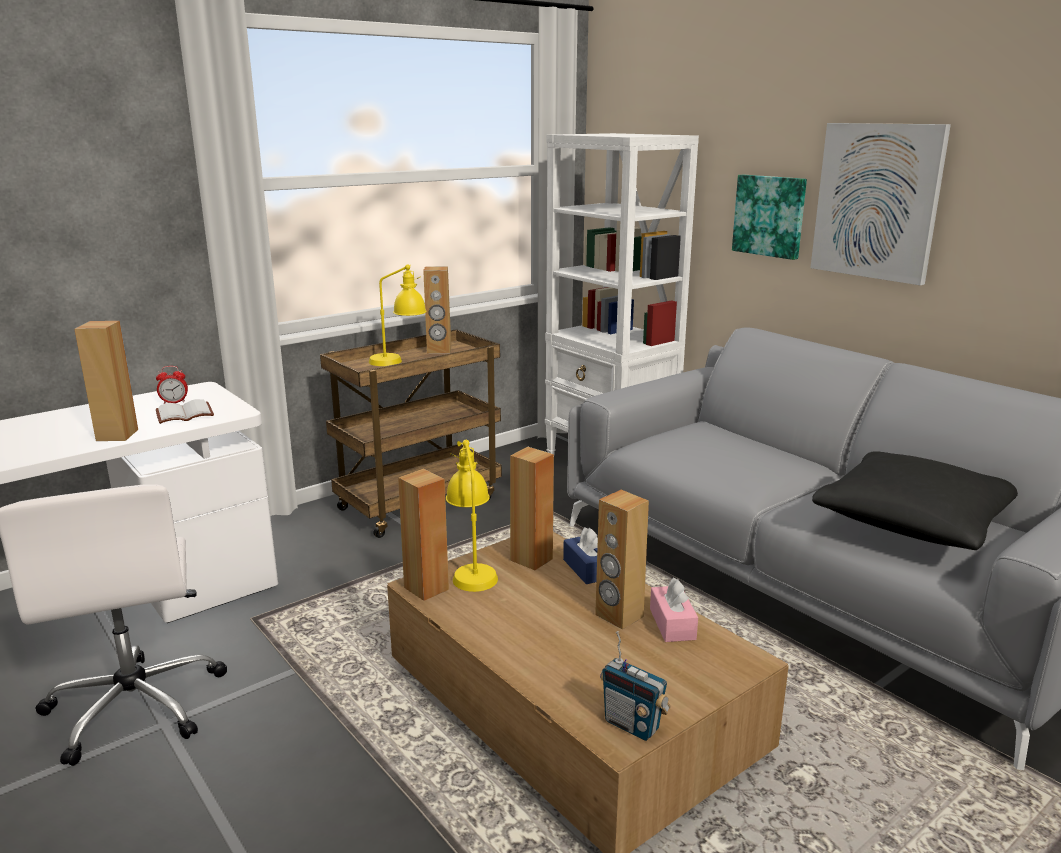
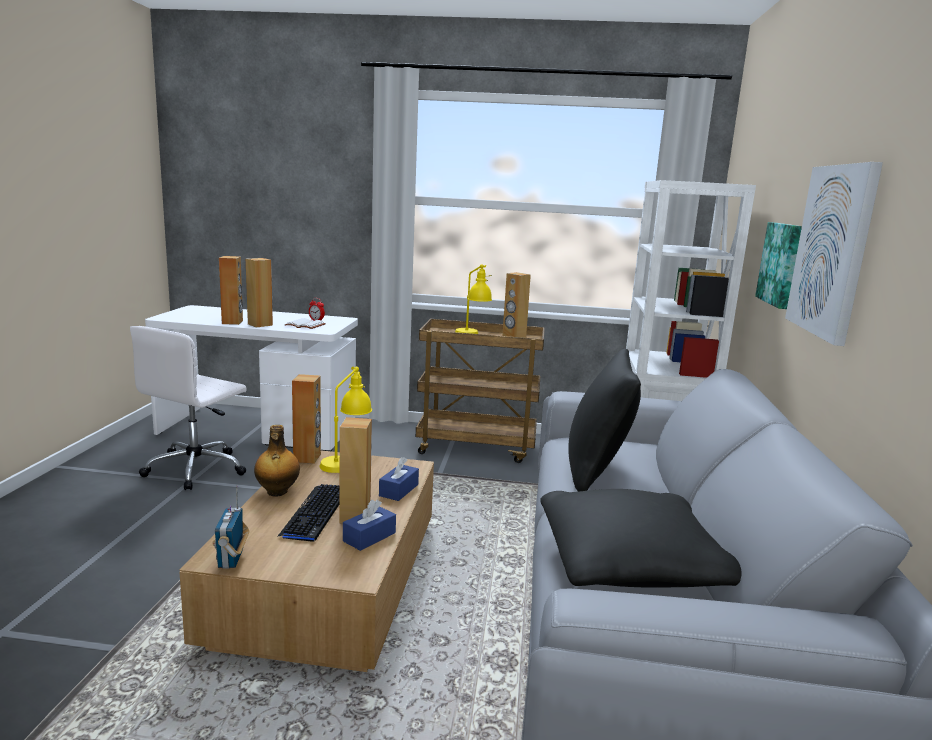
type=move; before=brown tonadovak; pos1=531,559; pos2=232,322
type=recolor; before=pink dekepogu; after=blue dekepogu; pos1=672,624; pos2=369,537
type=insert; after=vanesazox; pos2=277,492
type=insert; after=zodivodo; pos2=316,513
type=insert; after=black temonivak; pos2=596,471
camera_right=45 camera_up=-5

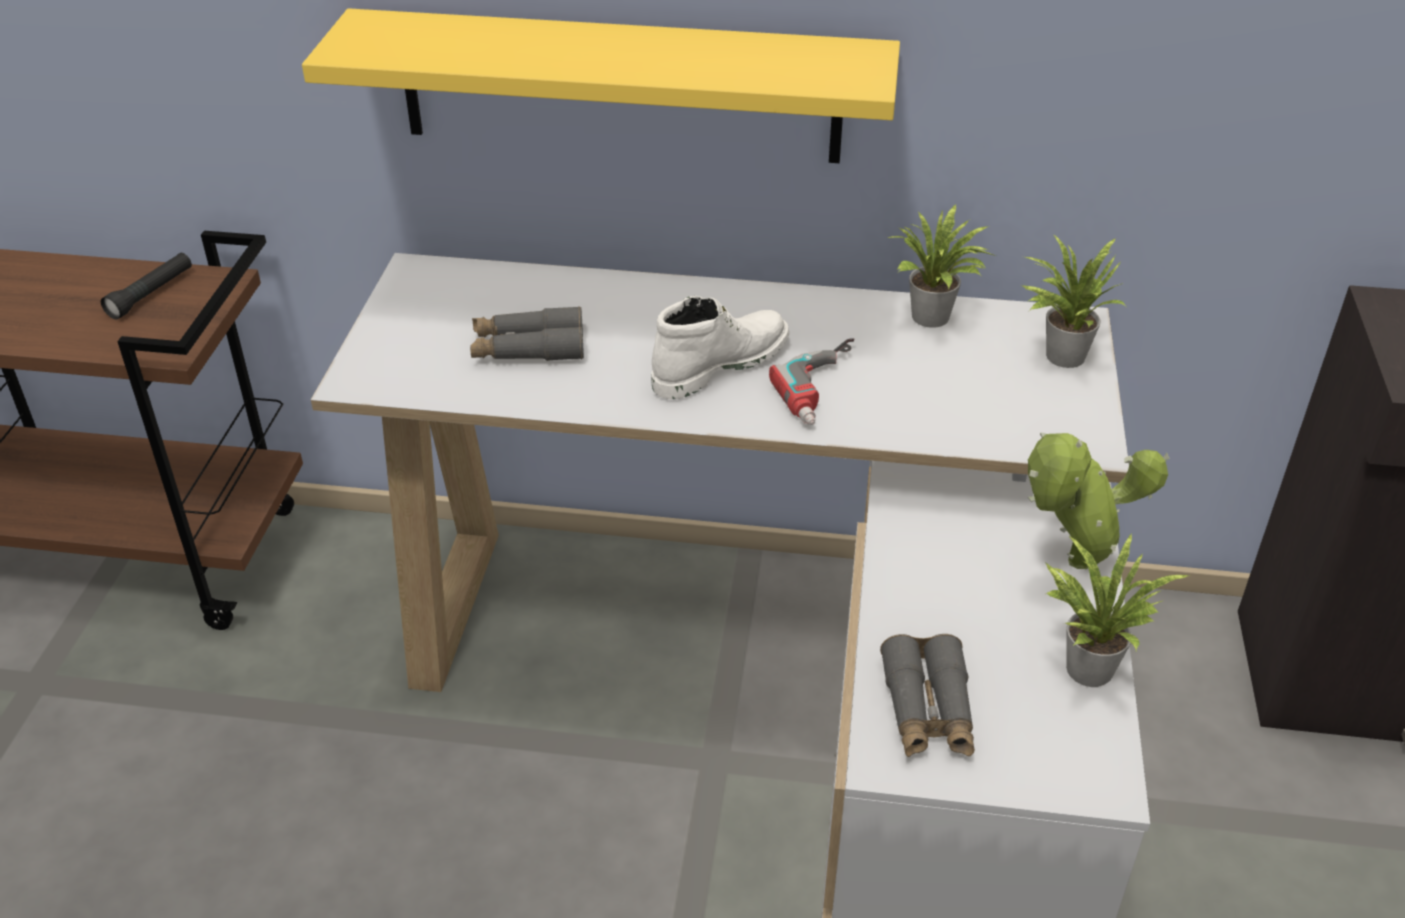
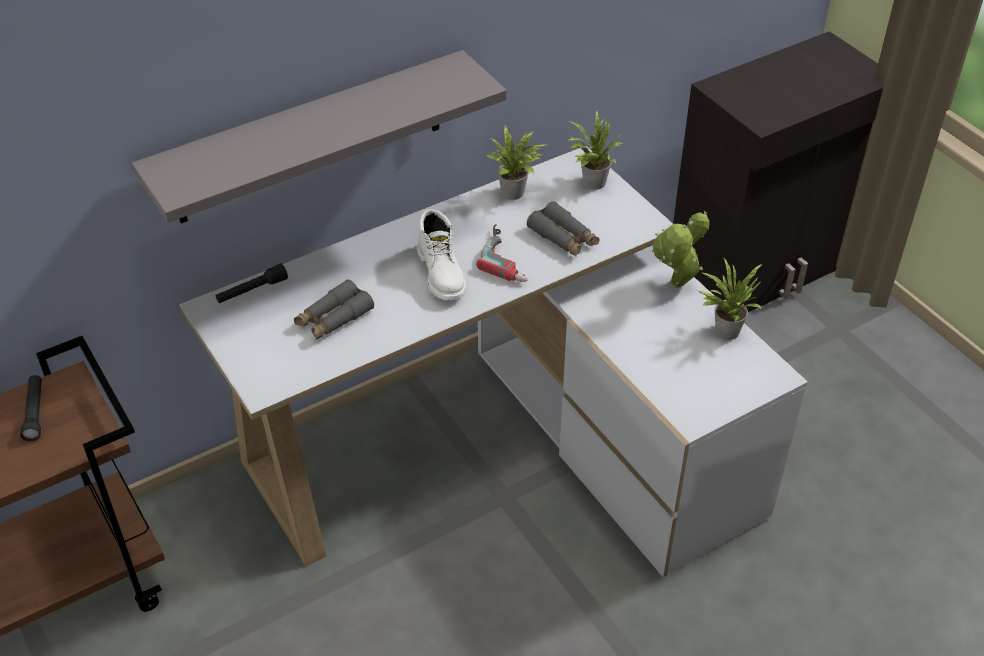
type=recolor; before=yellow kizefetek; after=grey kizefetek; pos1=620,86; pos2=310,138
type=rotate; before=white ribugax; pos1=719,364; pos2=442,273; turn=150
type=move; before=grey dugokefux; pos1=928,710; pos2=563,238
type=insert; after=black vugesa; pos2=252,291
camera_right=-40 camera_up=5

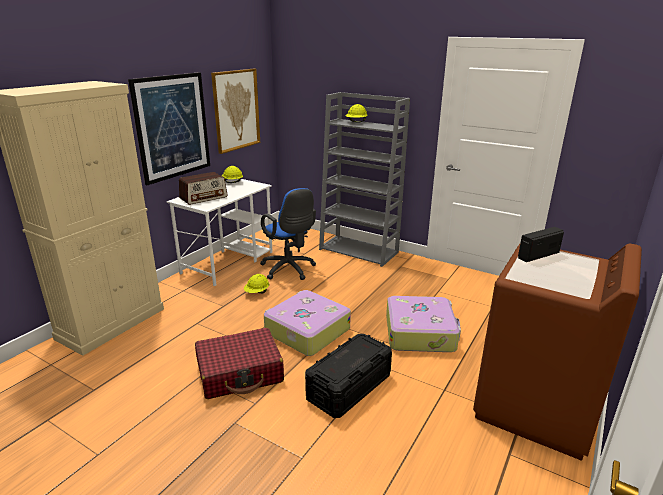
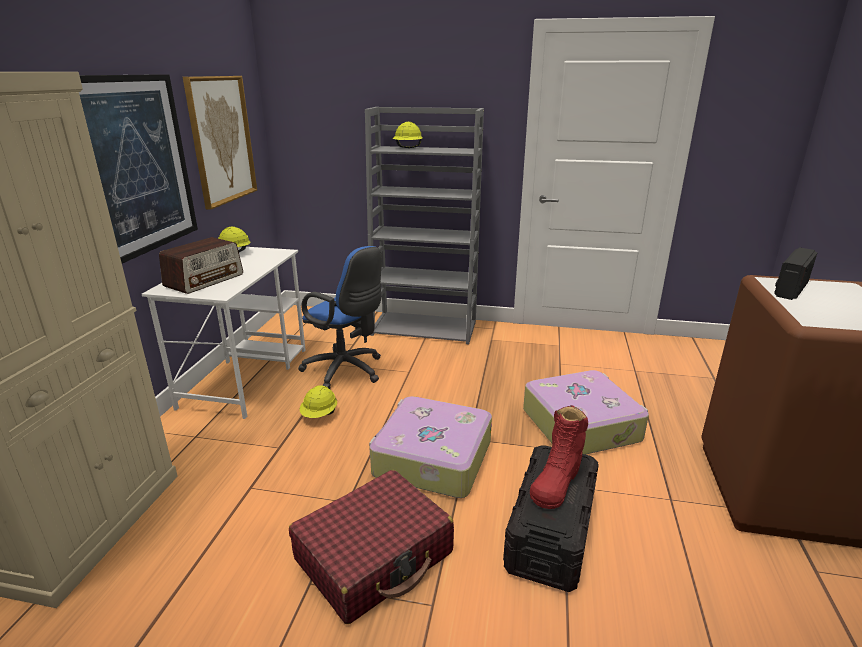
type=insert; after=red ribugax; pos2=556,480
camera_right=-20 camera_up=0

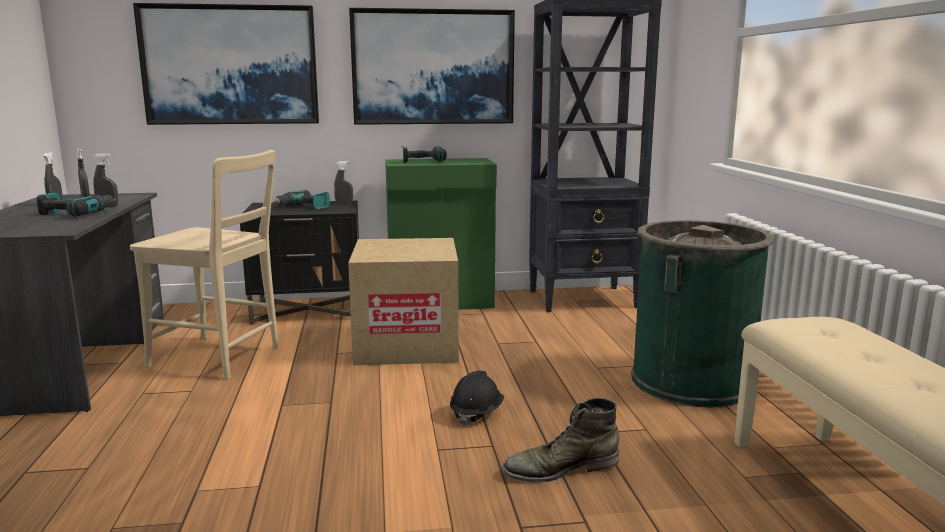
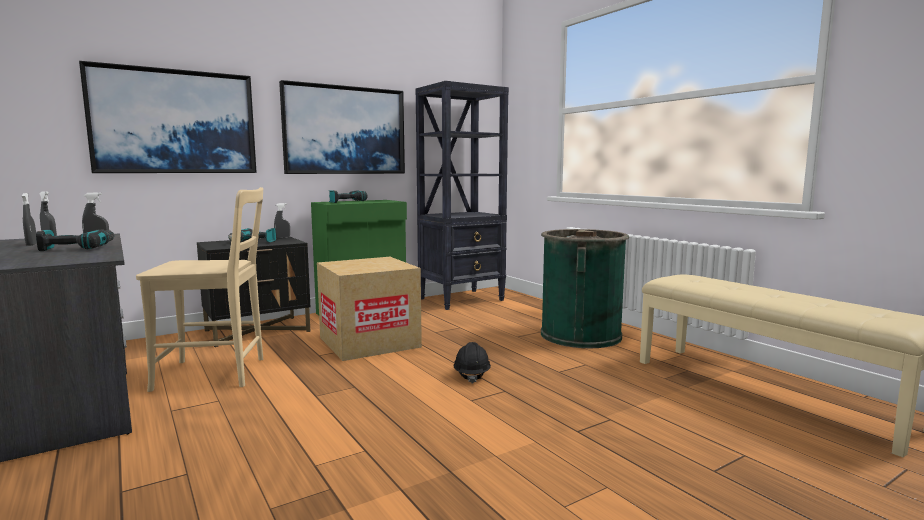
type=delete; before=green ribugax; pos1=560,468
camera_right=-25 camera_up=-5

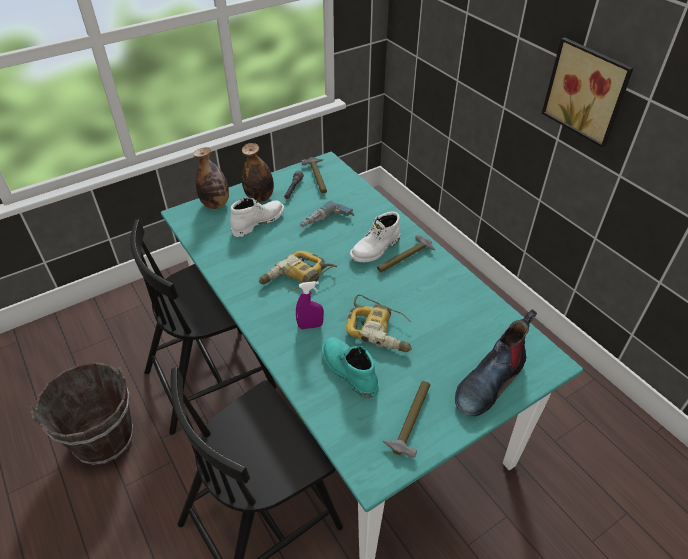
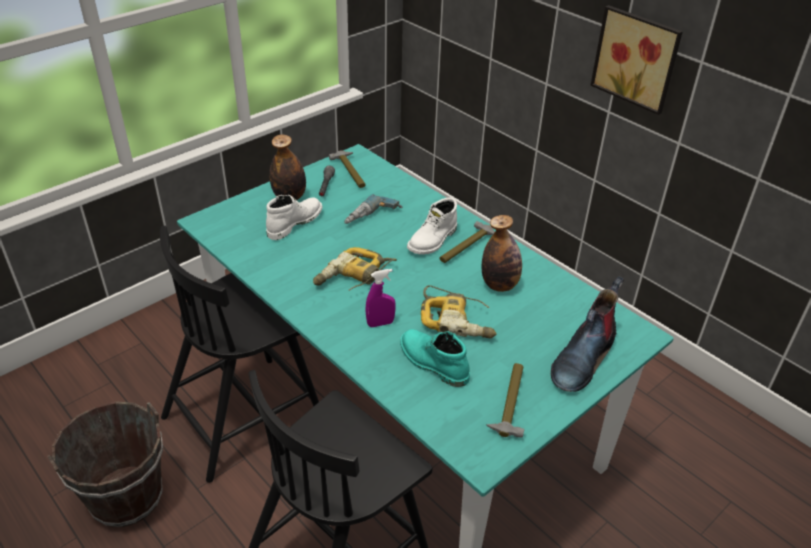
type=move; before=vanesazox; pos1=216,204; pos2=499,285
camera_right=-10 camera_up=-5

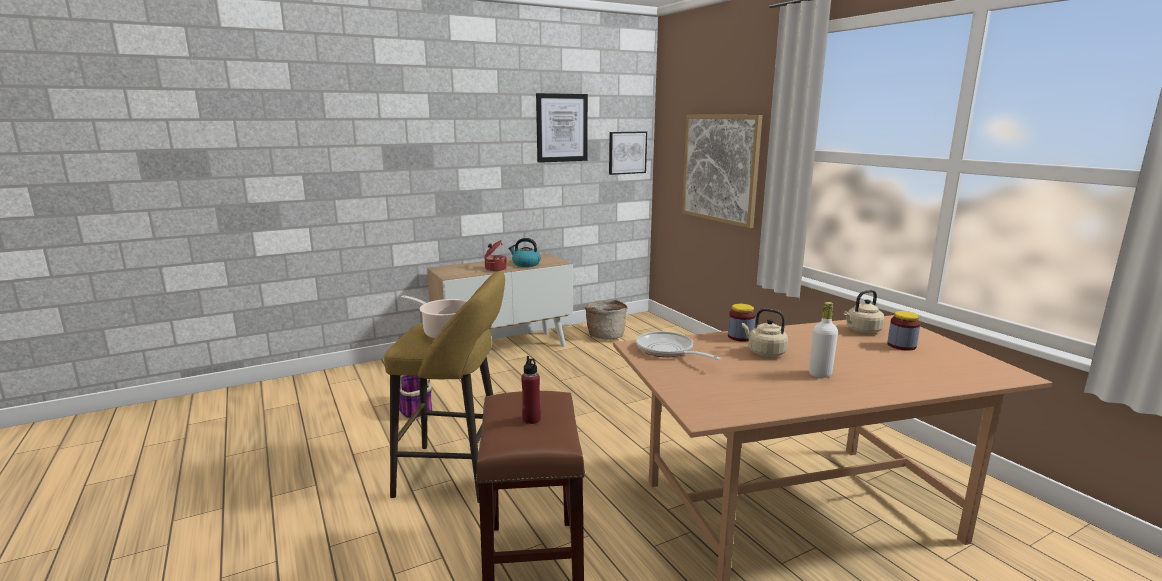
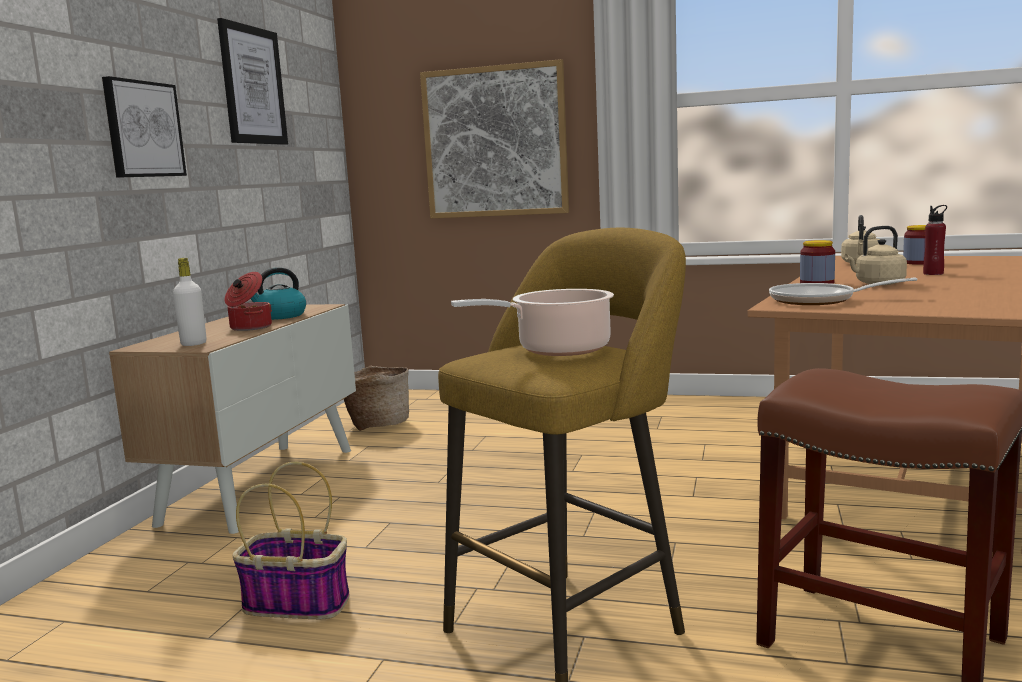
type=move; before=red vanesazox; pos1=531,419; pos2=933,273
type=move; before=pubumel; pos1=627,152; pos2=143,129
type=move; before=white vanesazox; pos1=820,374; pos2=193,344
camera_right=-45 camera_up=-5

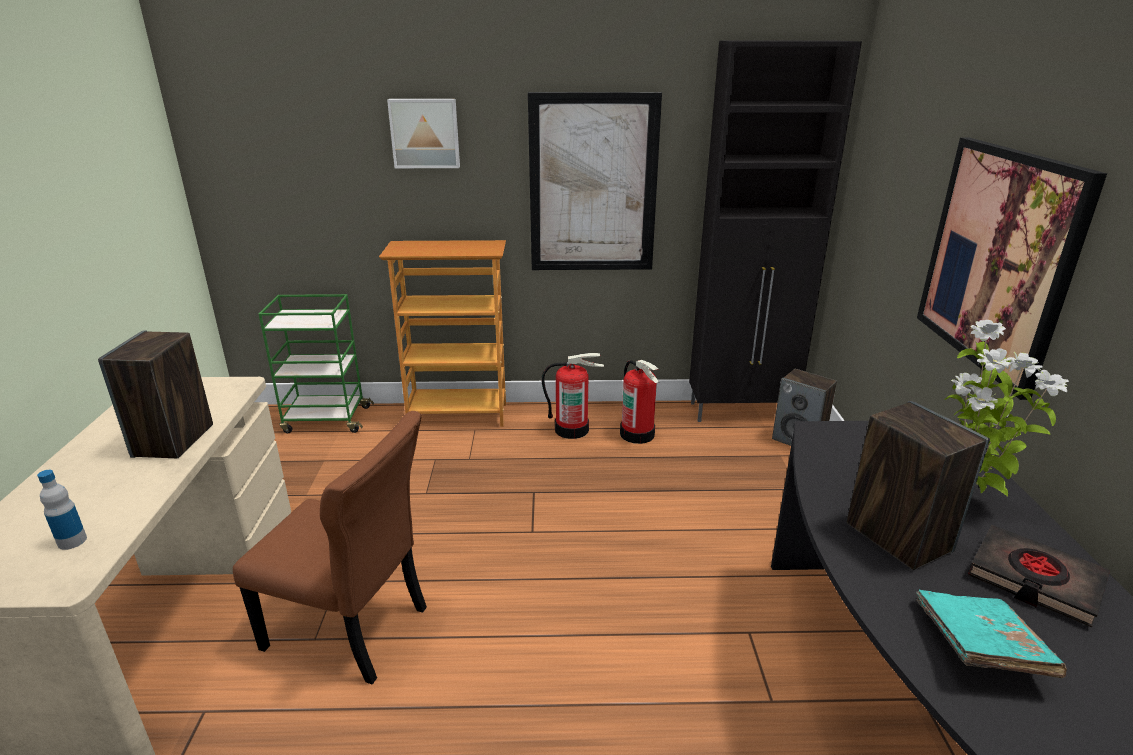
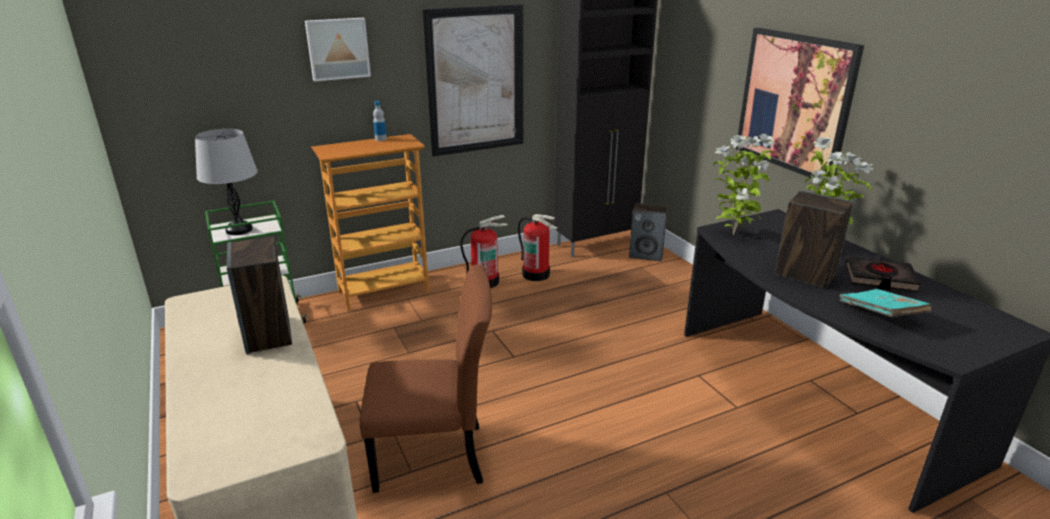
type=move; before=vanesazox; pos1=72,541; pos2=381,139
type=insert; after=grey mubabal; pos2=239,230
type=insert; after=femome; pos2=734,234
camera_right=-25 camera_up=0

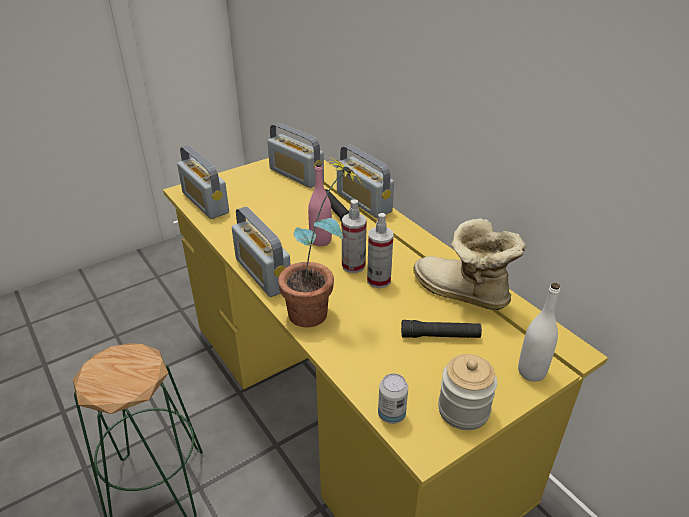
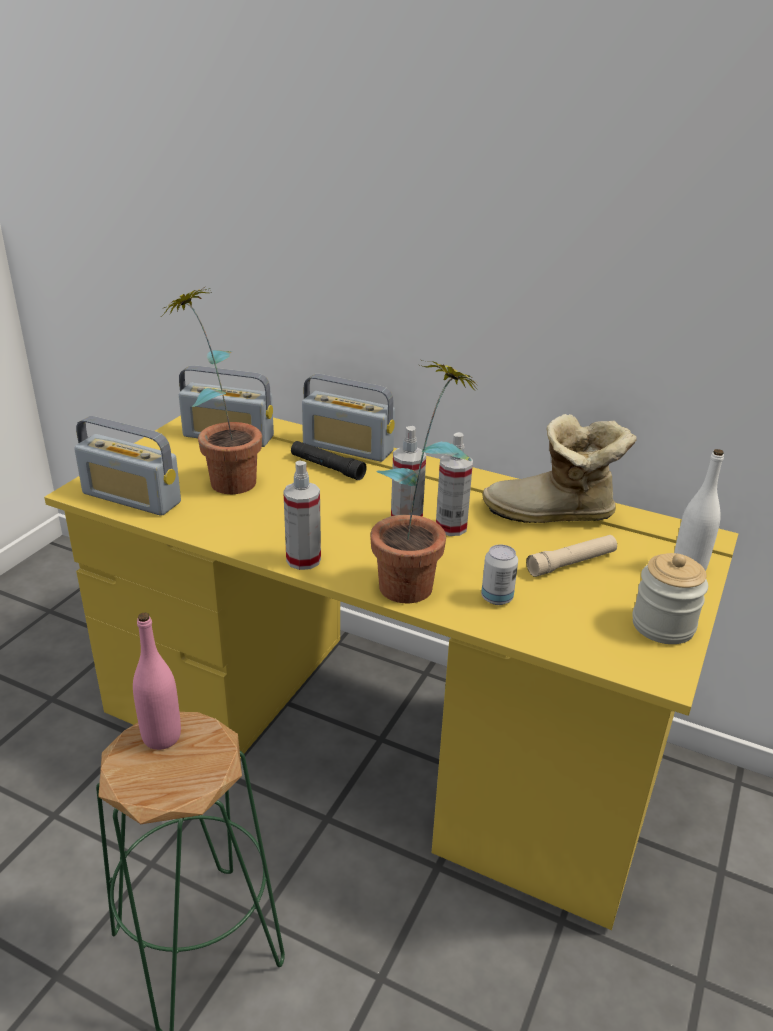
type=replace; before=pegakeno; after=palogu; pos1=263,273; pos2=303,560
type=move; before=pink vanesazox; pos1=320,240; pos2=161,737
type=move; before=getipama; pos1=391,414; pos2=497,598
type=recolor; before=black vugesa; after=beige vugesa; pos1=440,336; pos2=571,563
type=insert; after=femome; pos2=223,478
camera_right=-30 camera_up=-5

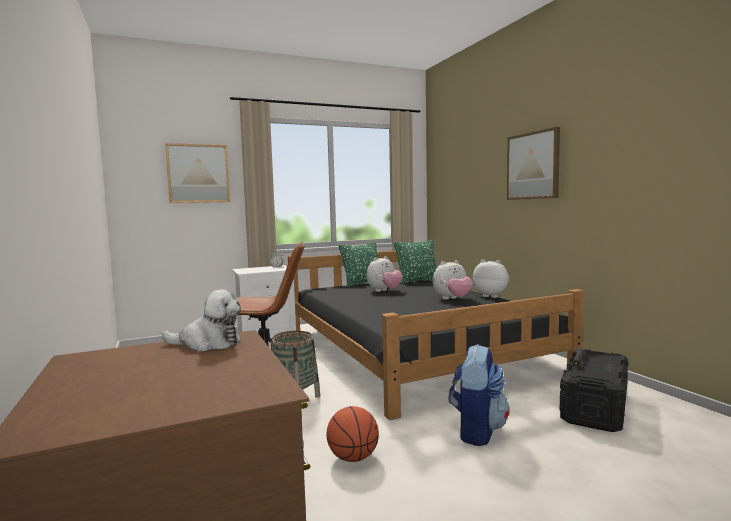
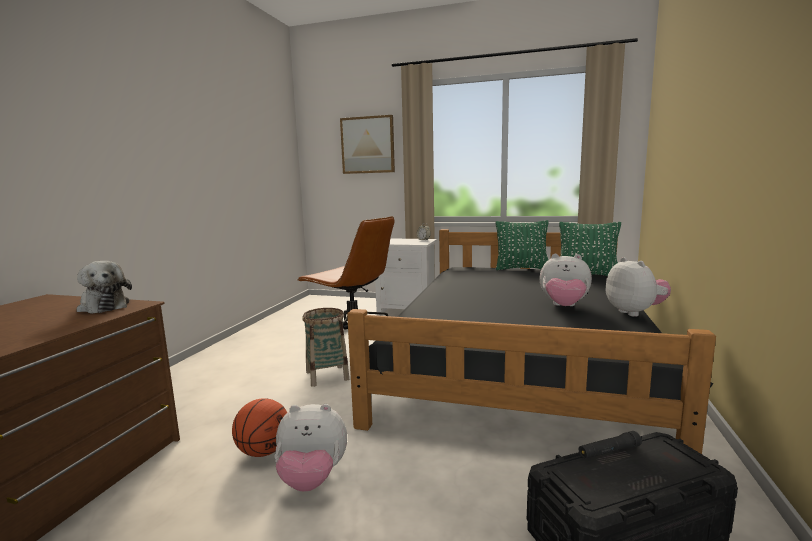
type=move; before=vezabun; pos1=384,291; pos2=312,479
type=delete; before=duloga; pos1=477,431
type=delete; before=pubumel; pos1=533,166
camera_right=40 camera_up=5

